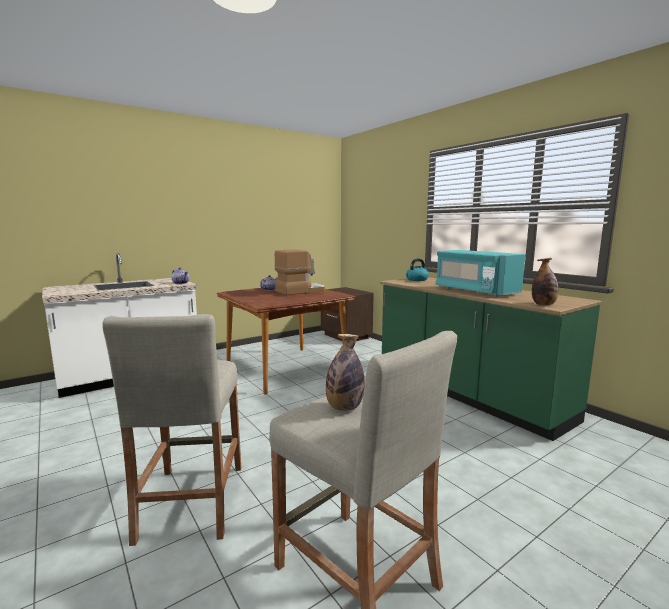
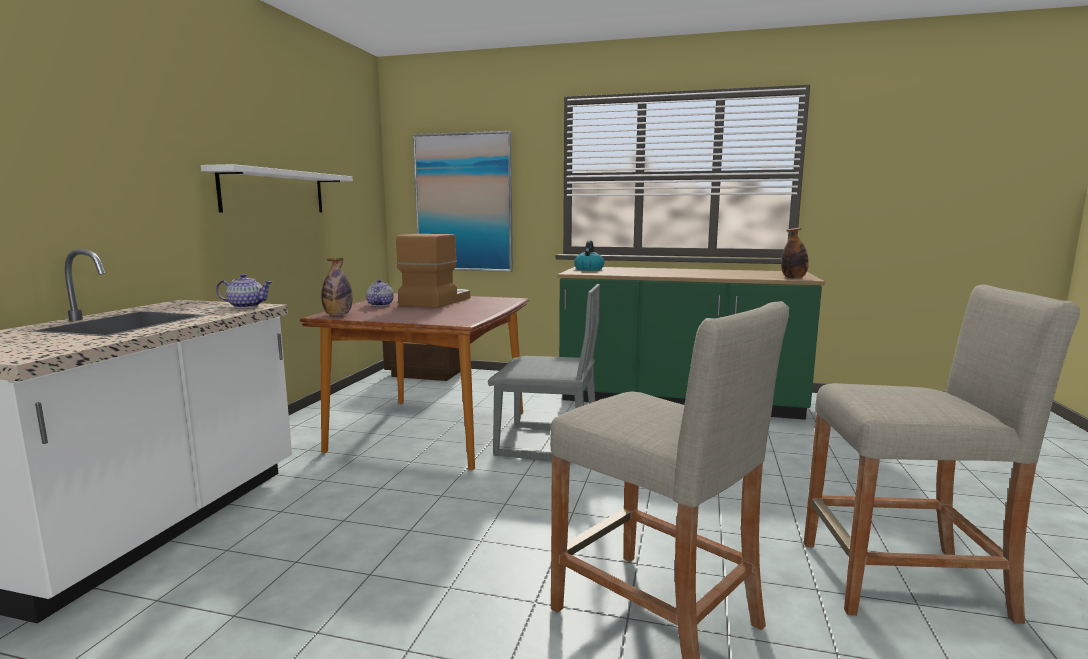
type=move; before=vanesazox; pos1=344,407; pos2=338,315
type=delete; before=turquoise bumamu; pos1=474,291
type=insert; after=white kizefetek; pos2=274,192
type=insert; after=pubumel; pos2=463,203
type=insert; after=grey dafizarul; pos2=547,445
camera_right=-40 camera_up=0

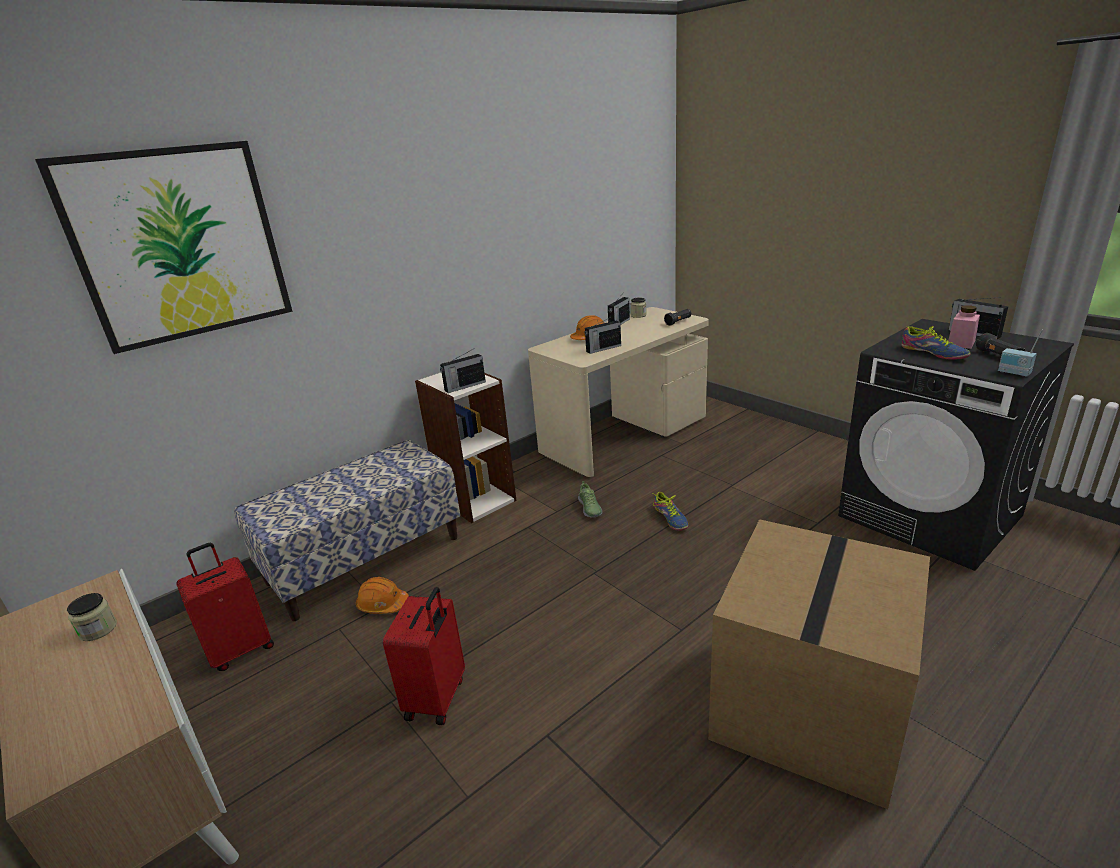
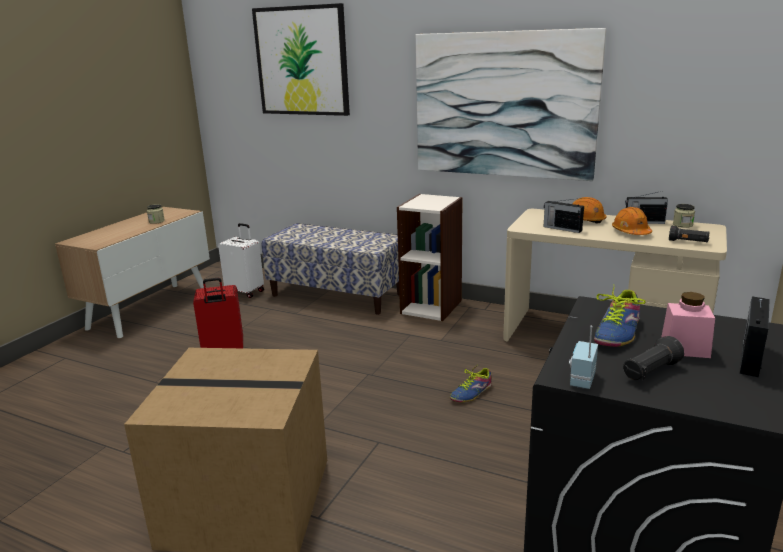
type=recolor; before=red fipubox; after=white fipubox; pos1=241,649; pos2=246,292
type=move; before=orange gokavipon; pos1=382,604; pos2=631,232
type=delete; before=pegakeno; pos1=464,386
type=delete; before=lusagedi; pos1=589,508
type=insert; after=pubumel; pos2=503,105
camera_right=65 camera_up=-5

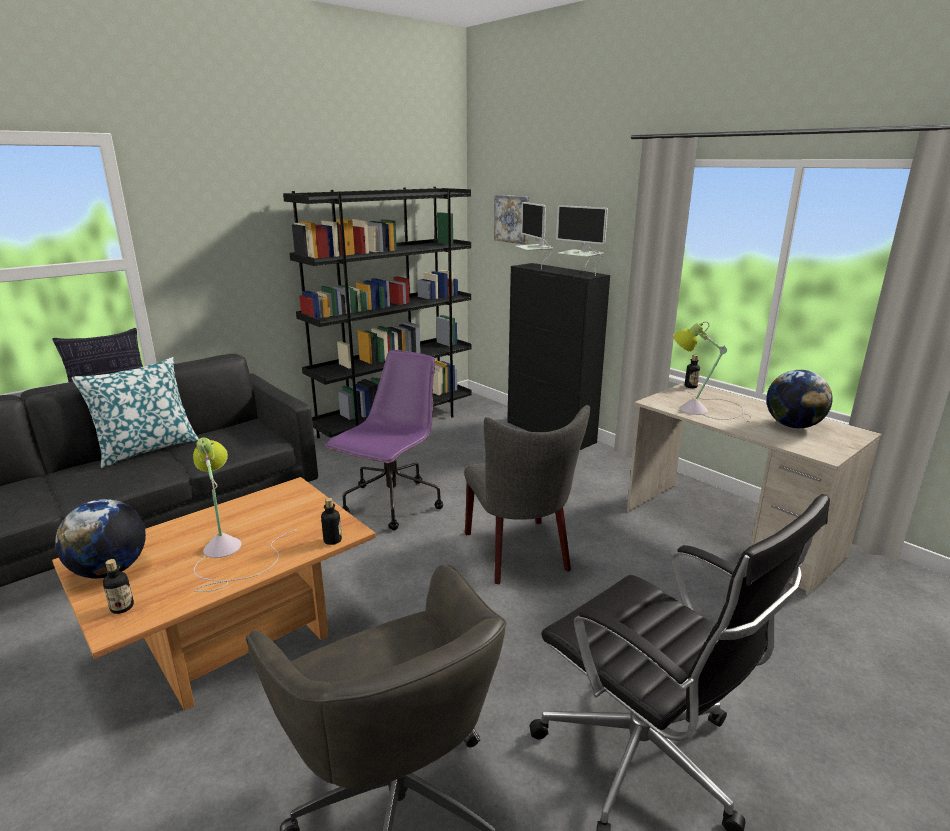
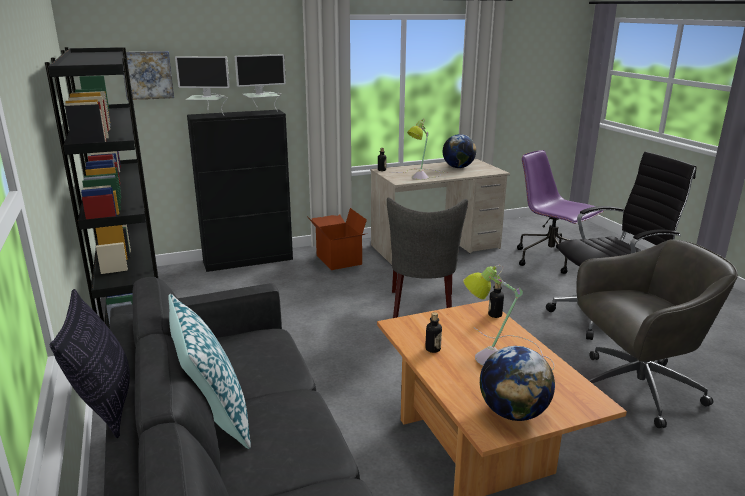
type=move; before=vanesazox; pos1=122,607; pos2=433,349
type=move; before=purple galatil; pos1=391,504; pos2=550,259
type=rotate; before=grey dafizarul; pos1=520,555; pos2=422,309; turn=90
type=insert; after=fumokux; pos2=338,260
camera_right=-70 camera_up=0

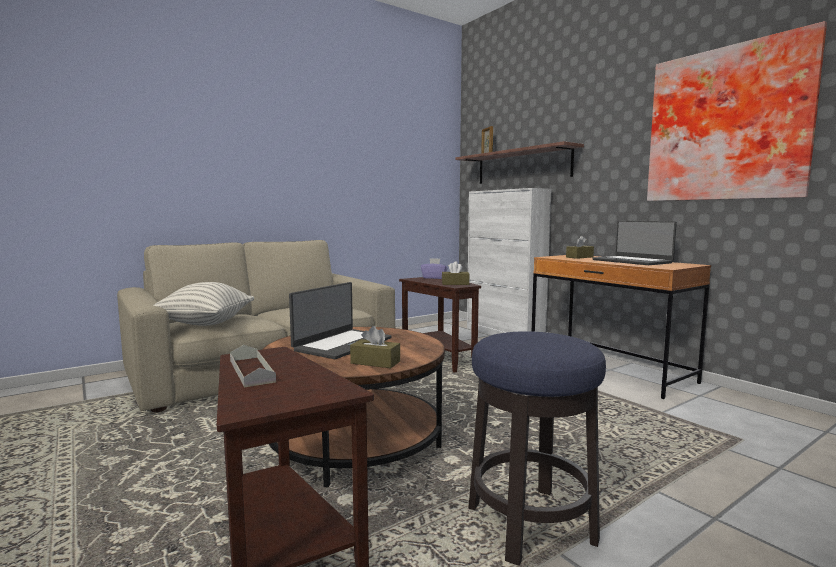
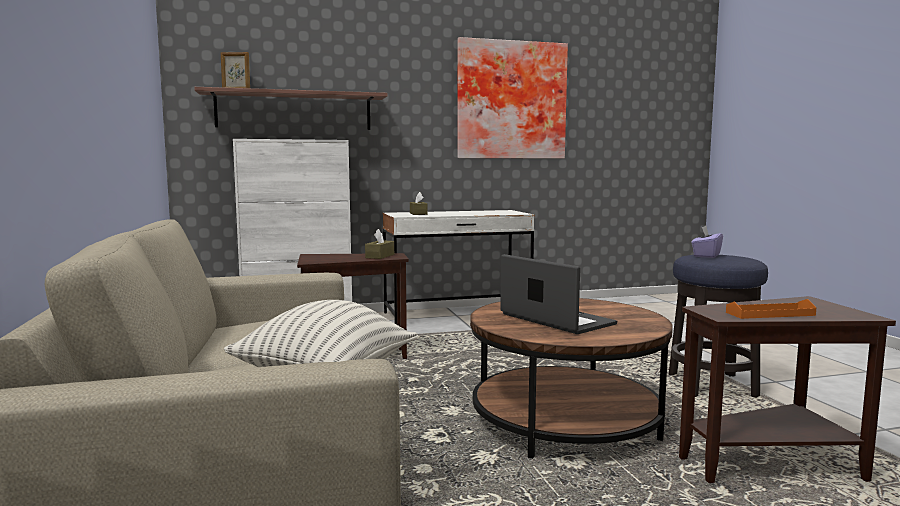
type=recolor; before=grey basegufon; after=orange basegufon; pos1=251,371; pos2=770,314
type=delete; before=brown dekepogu; pos1=375,362
type=move; before=purple dekepogu; pos1=434,278; pos2=706,255
type=recolor; before=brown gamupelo; after=white gamupelo; pos1=608,370; pos2=457,315
type=delete; before=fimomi; pos1=632,261
camera_right=-70 camera_up=0

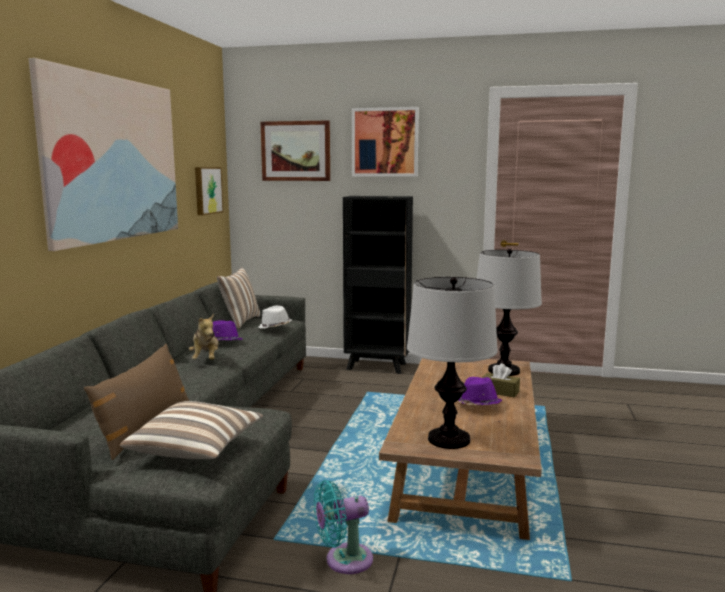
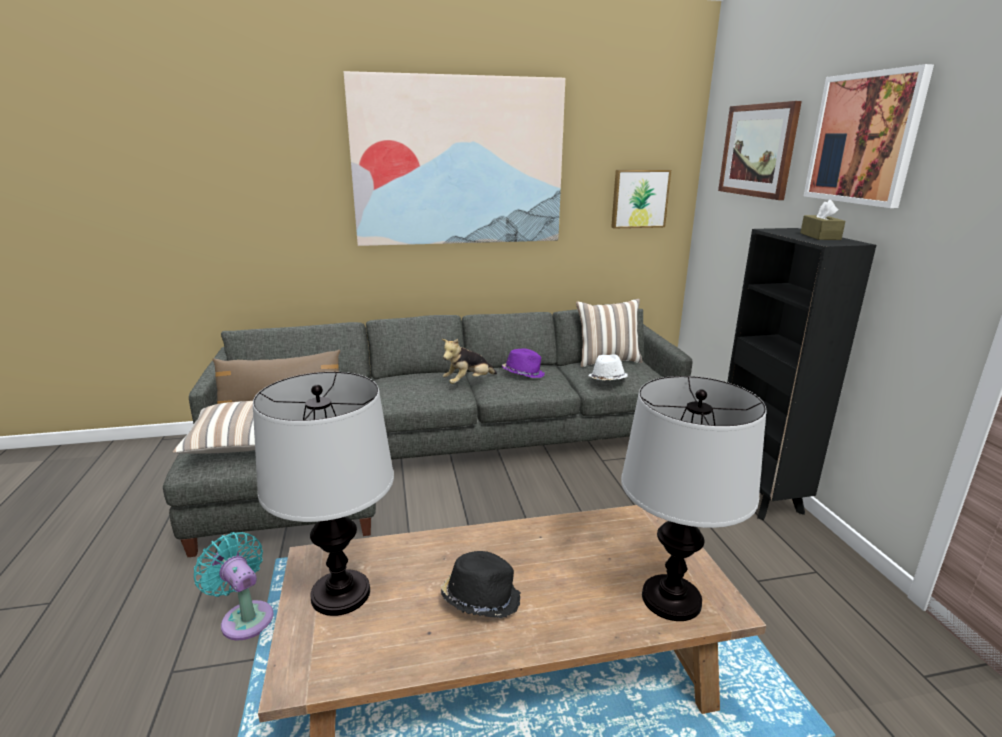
type=recolor; before=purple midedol; after=black midedol; pos1=478,406; pos2=481,599
type=move; before=brown dekepogu; pos1=500,392; pos2=820,236
camera_right=65 camera_up=10

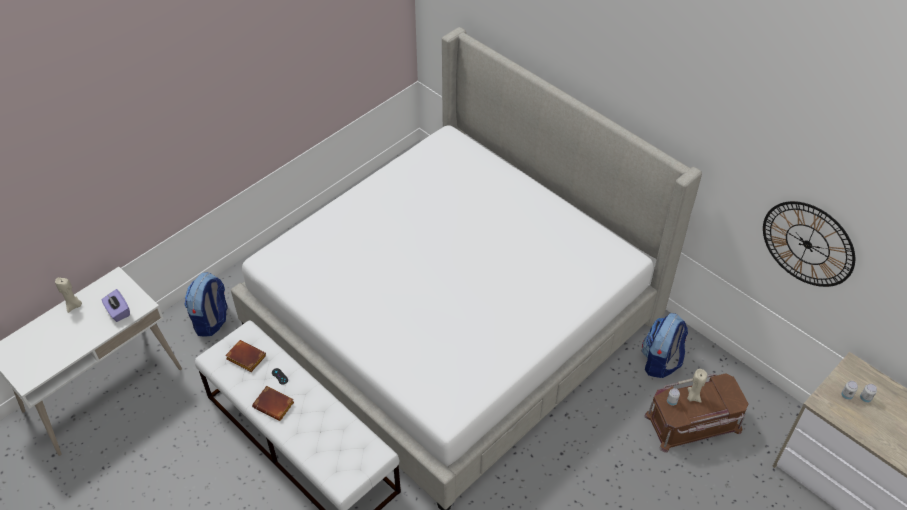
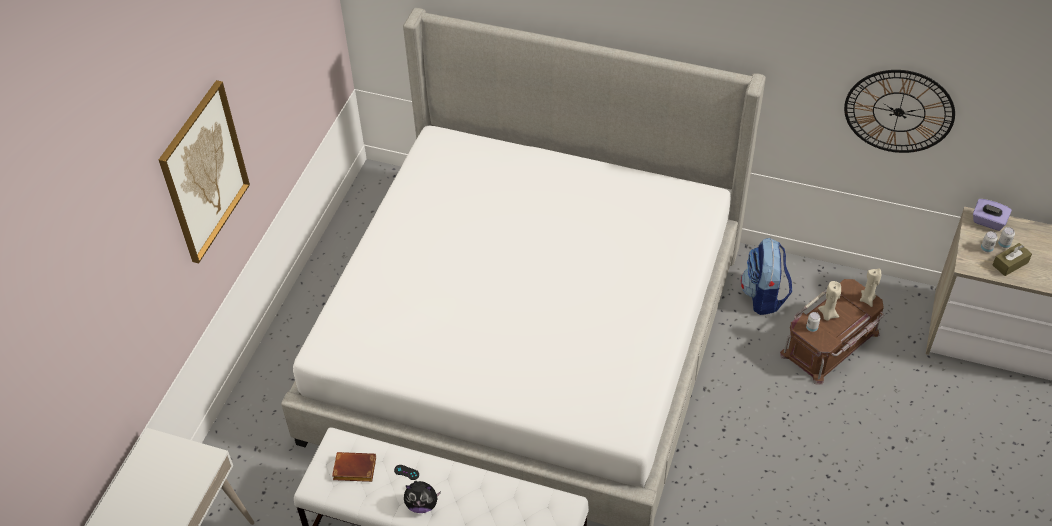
type=move; before=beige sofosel; pos1=74,306; pos2=867,299
type=move; before=purple dekepogu; pos1=118,312; pos2=988,222
type=delete; before=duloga; pos1=212,321
type=replace; before=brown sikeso; after=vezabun; pos1=275,405; pos2=422,505
type=insert; after=pubumel; pos2=204,172
type=insert; after=brown dekepogu; pos2=1010,264
camera_right=-25 camera_up=0

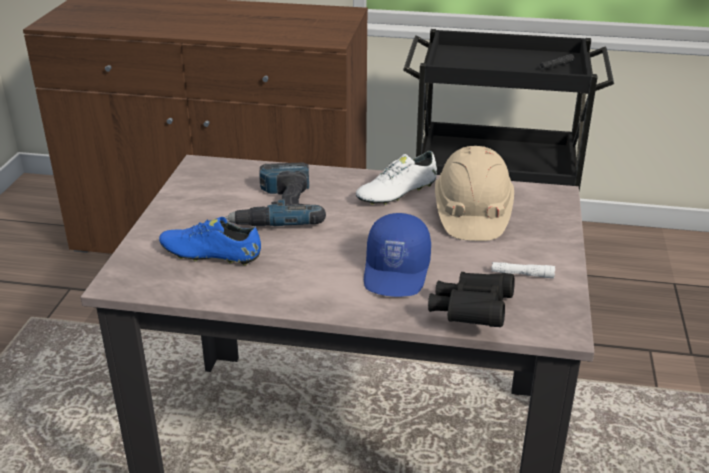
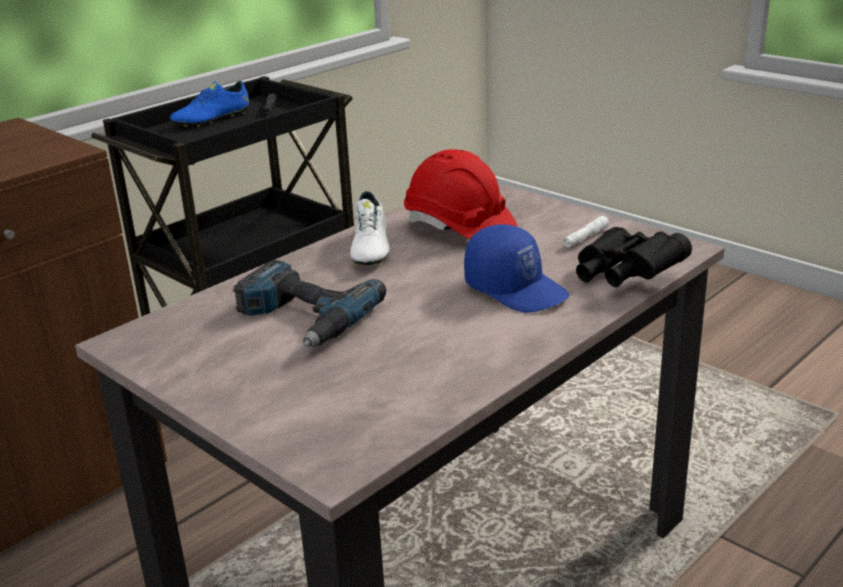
type=move; before=blue lusagedi; pos1=210,254; pos2=212,119
type=recolor; before=beige gokavipon; after=red gokavipon; pos1=471,214; pos2=459,228
camera_right=-55 camera_up=-5

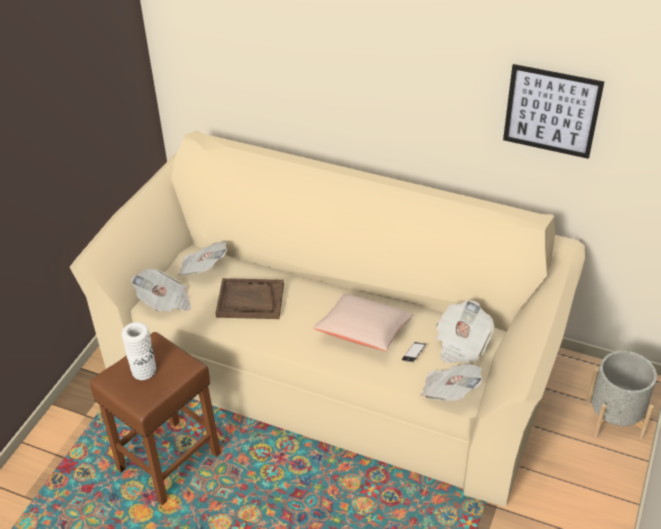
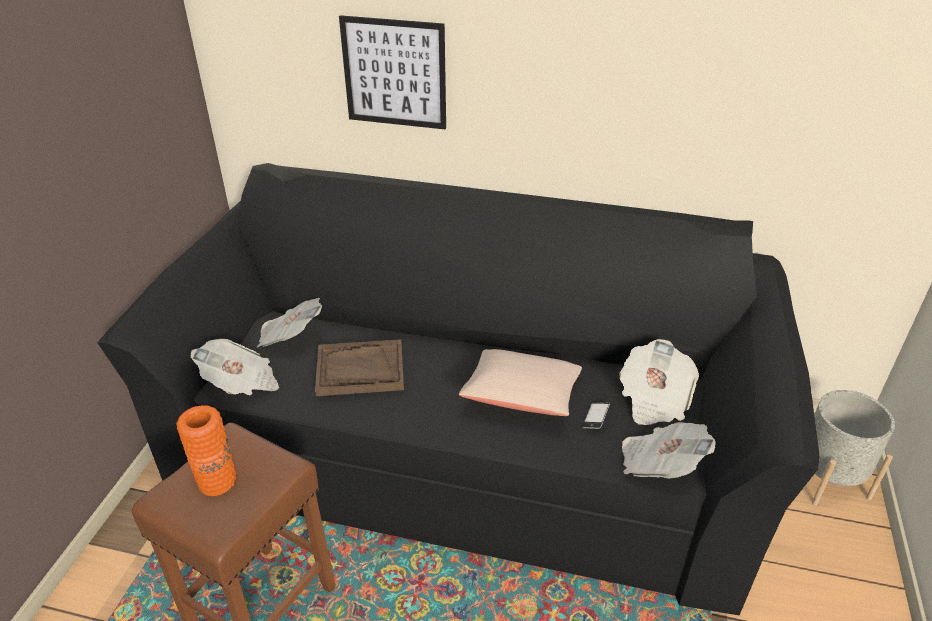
type=recolor; before=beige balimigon; after=black balimigon; pos1=334,362; pos2=466,445
type=recolor; before=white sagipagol; after=orange sagipagol; pos1=144,370; pos2=217,481
type=move; before=pubumel; pos1=551,111; pos2=394,73
camera_right=-10 camera_up=-5

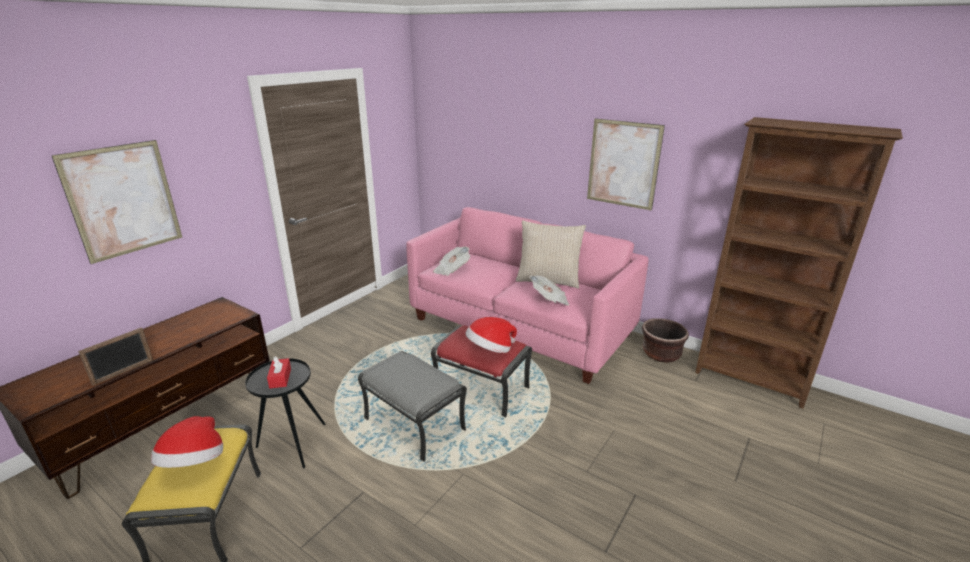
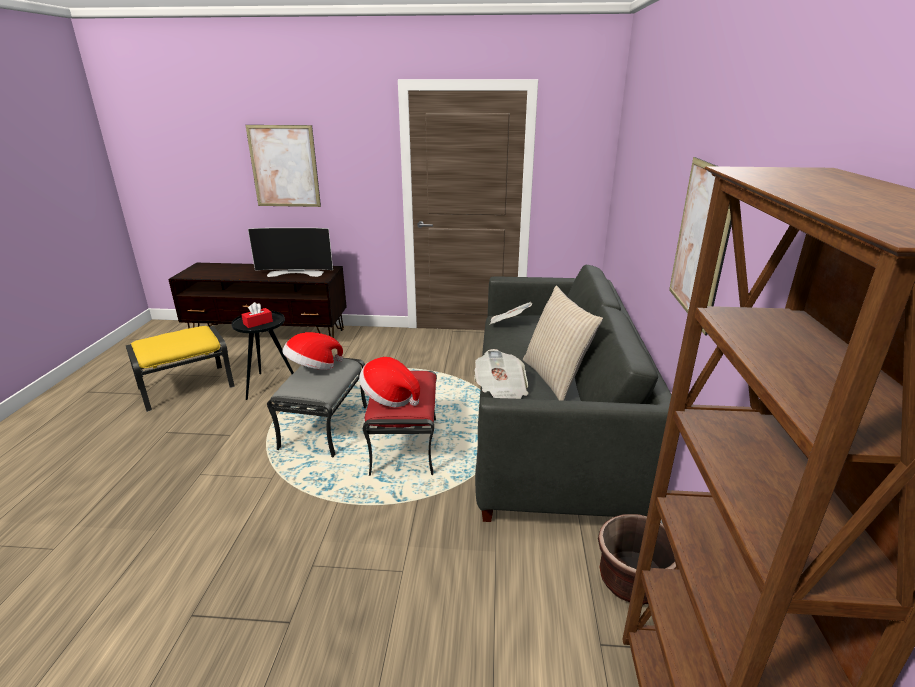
type=delete; before=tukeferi; pos1=123,372
type=move; before=midedol; pos1=194,463; pos2=313,368
type=recolor; before=pink balimigon; after=grey balimigon; pos1=520,327; pos2=551,431
type=insert; after=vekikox; pos2=296,272
camera_right=60 camera_up=0

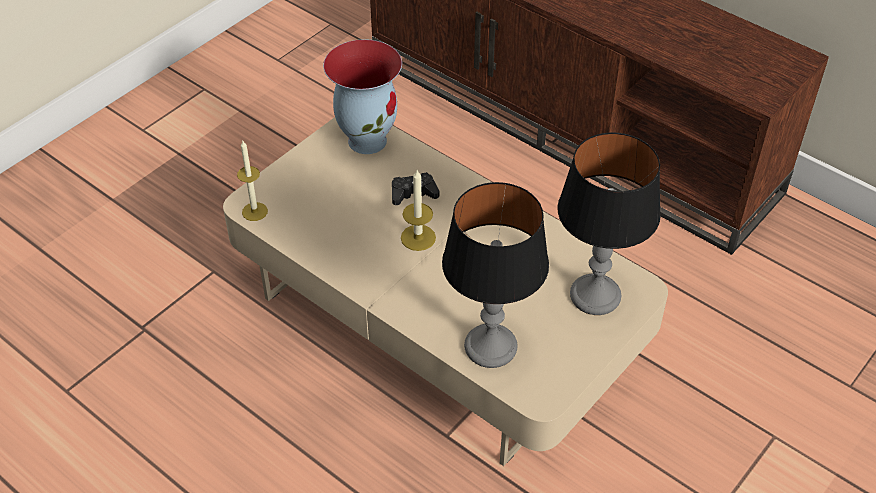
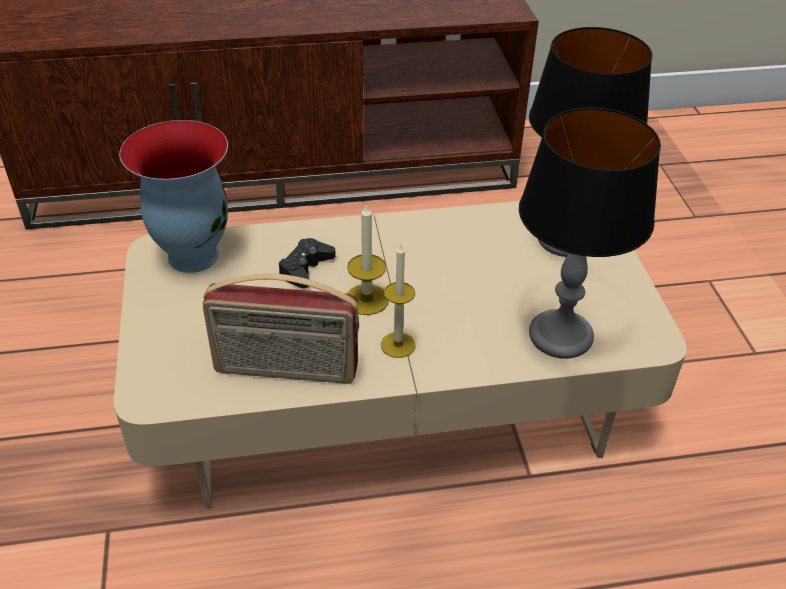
type=move; before=sofosel; pos1=254,211; pos2=398,345
type=insert; after=pegakeno; pos2=285,370
camera_right=-50 camera_up=-5

